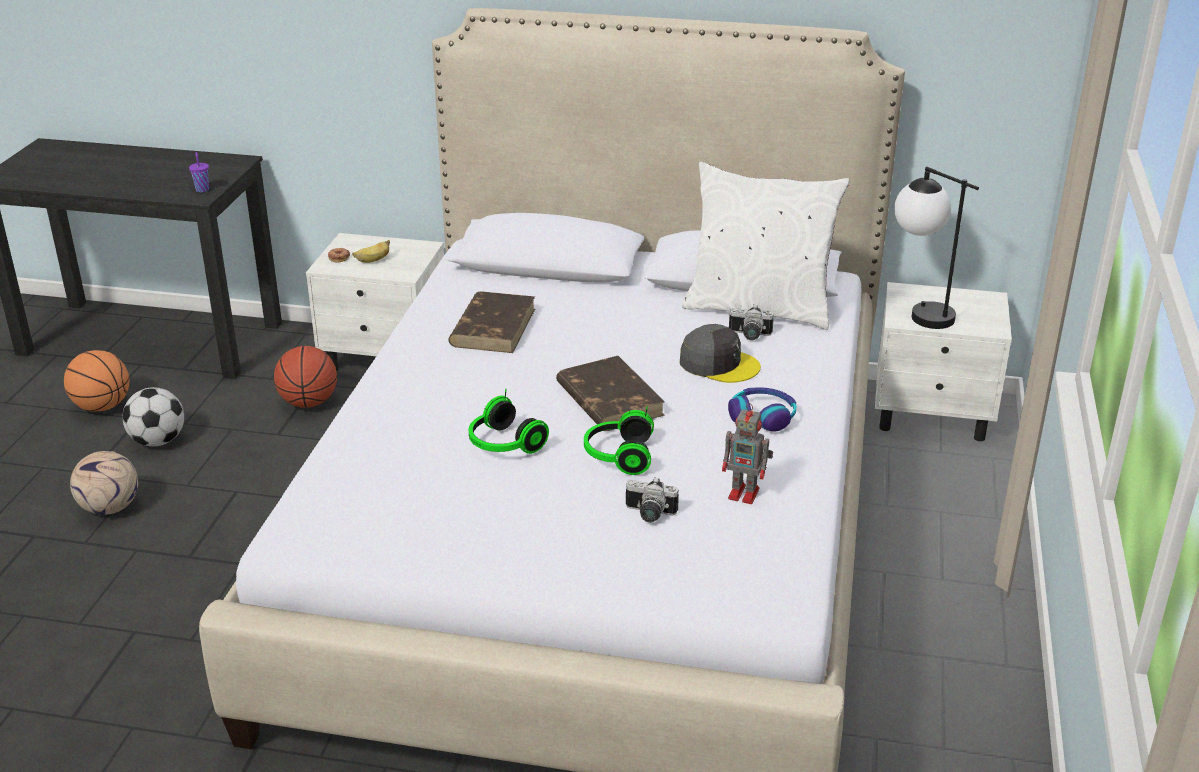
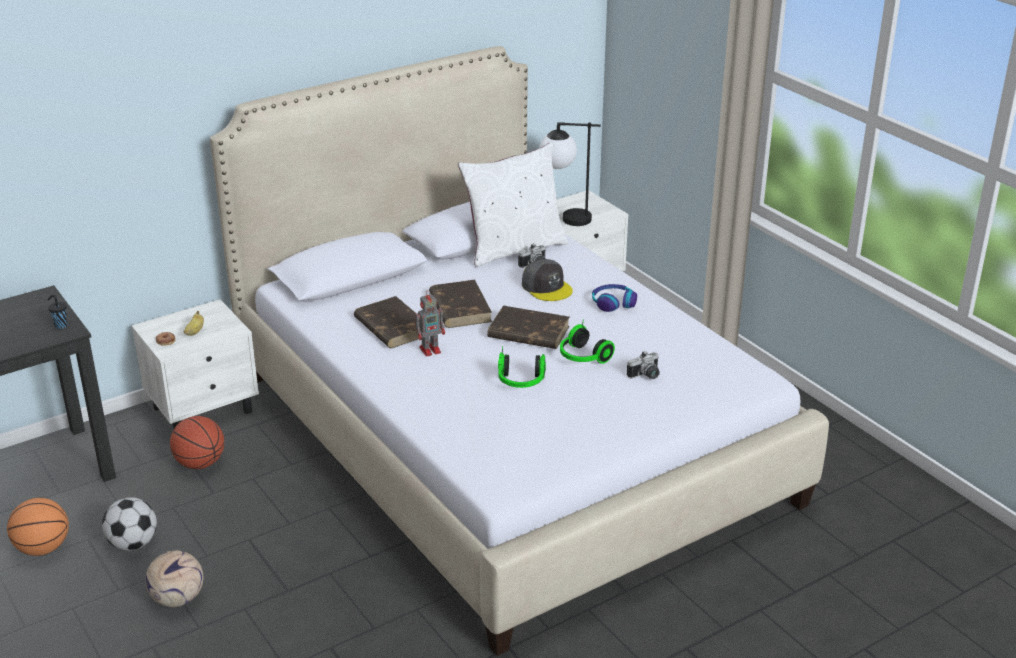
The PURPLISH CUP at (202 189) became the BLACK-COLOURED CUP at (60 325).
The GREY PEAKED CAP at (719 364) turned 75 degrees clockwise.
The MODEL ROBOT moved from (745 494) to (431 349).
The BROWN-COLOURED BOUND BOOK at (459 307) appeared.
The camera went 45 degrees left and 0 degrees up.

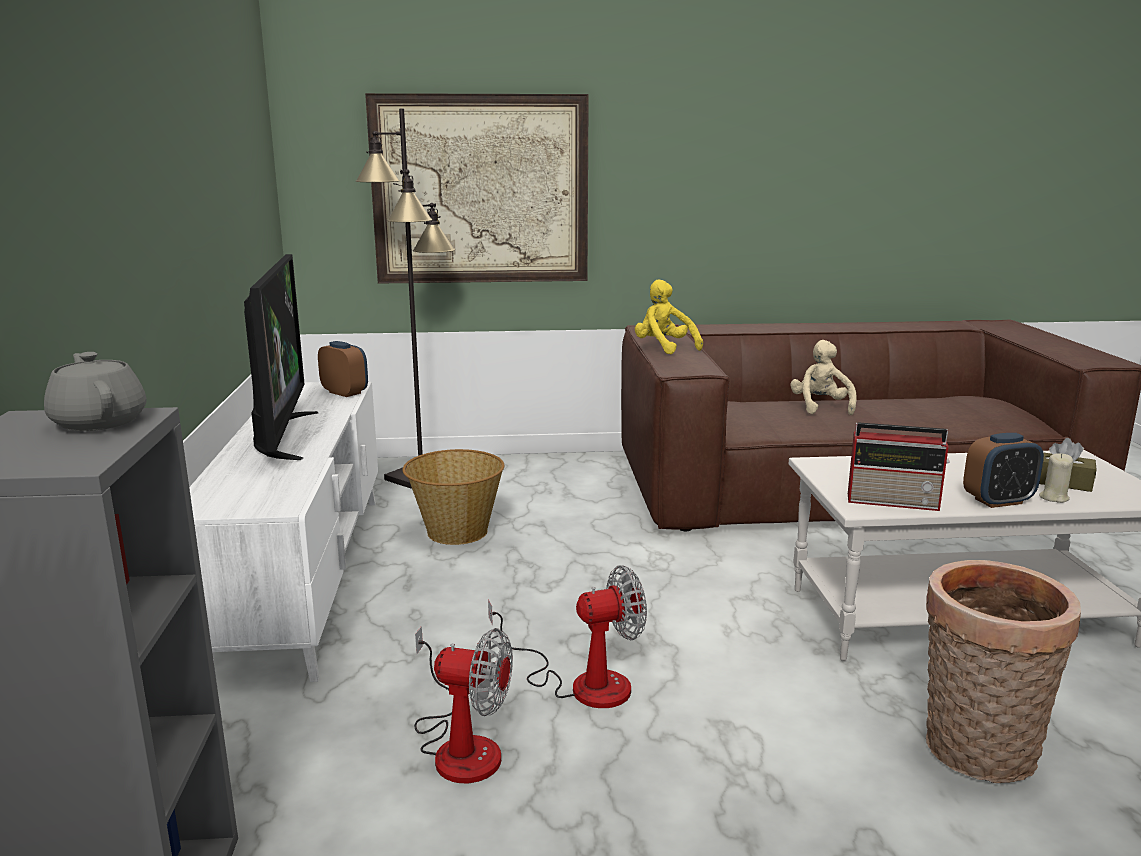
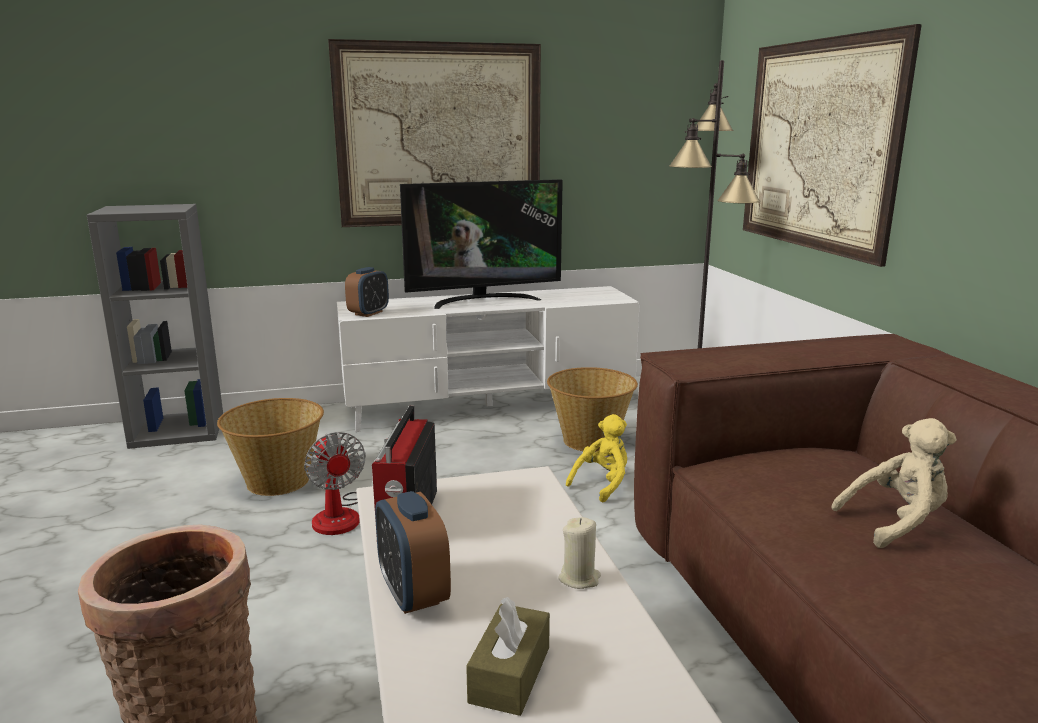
The GREY TEA POT at (99 421) disappeared.
The BEDSIDE CLOCK moved from (345 393) to (368 313).
The ELECTRIC FAN at (460 745) was replaced by the HOUSEHOLD BASKET at (278 481).
The YELLOW-COLOURED CUDDLY TOY moved from (664 348) to (602 484).
The BEIGE WAX CANDLE moved from (1053 497) to (579 578).
The WALL ART at (440 135) appeared.
The camera went 80 degrees right and 0 degrees up.

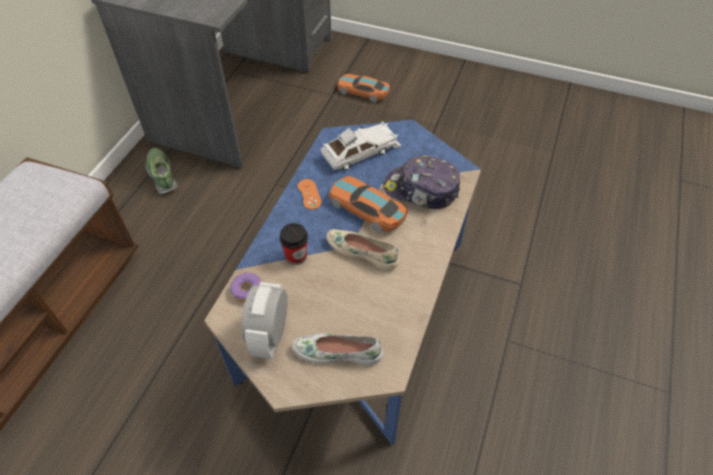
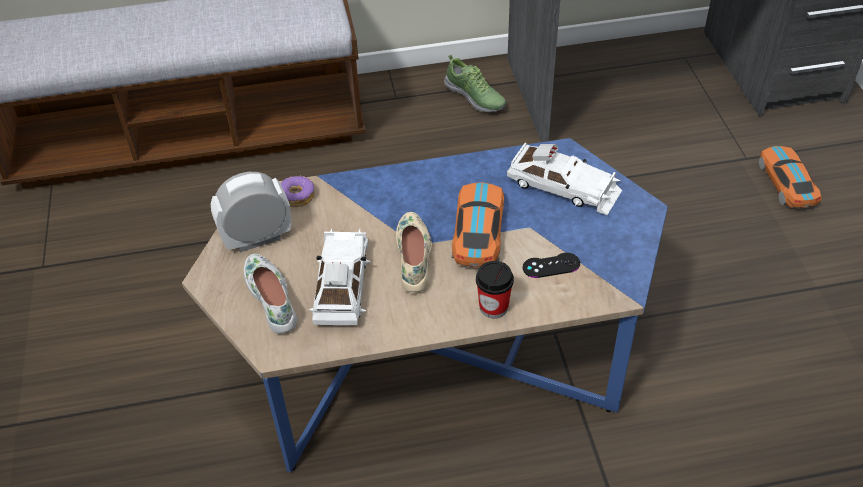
The SHOE at (162 174) turned 105 degrees clockwise.
The CUP moved from (296 256) to (493 307).
The ORANGE JOYPAD at (309 194) disappeared.
The PEAKED CAP at (421 190) was replaced by the BLACK-COLOURED JOYPAD at (551 265).
The WHITE-COLOURED TOY CAR at (342 284) appeared.
The camera went 60 degrees right and 5 degrees down.

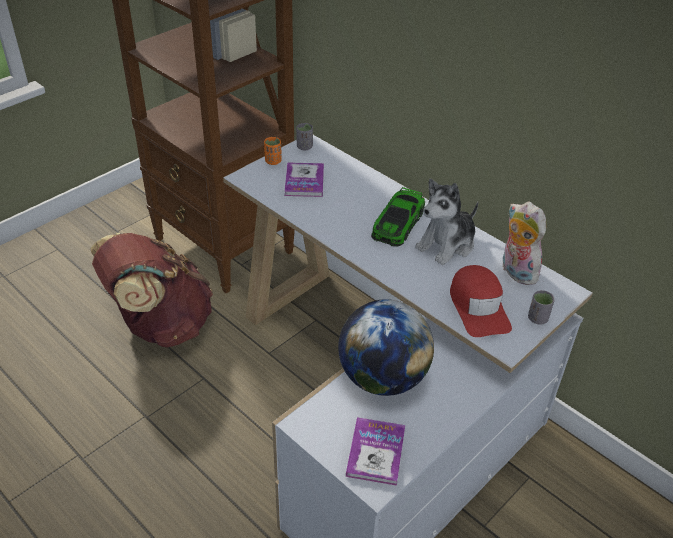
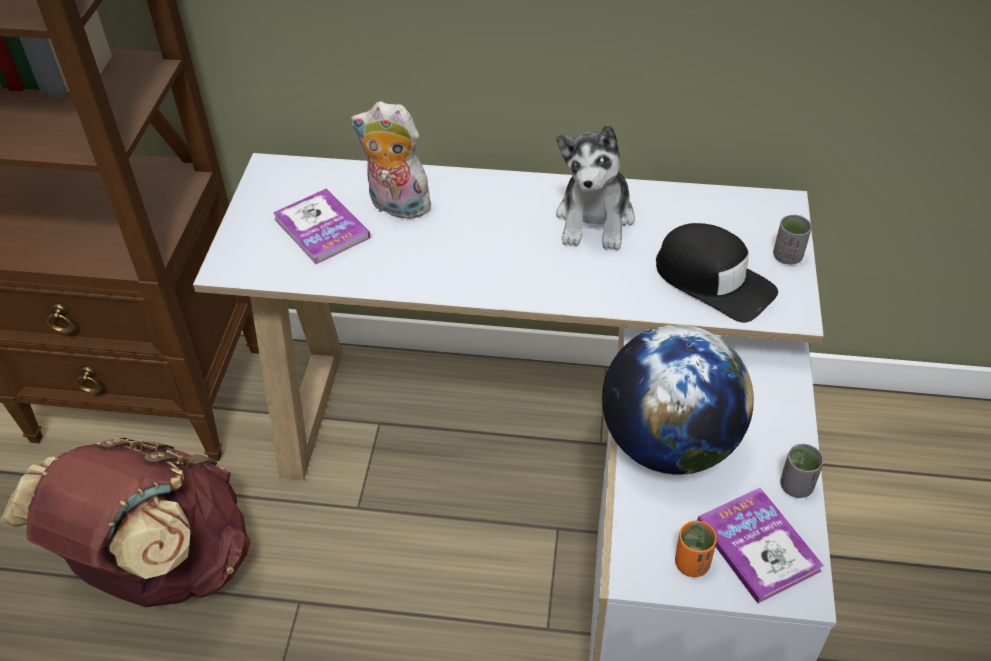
The ORANGE CUP moved from (273 161) to (691 563).
The GREY CUP moved from (304 147) to (796 486).
The TOY CAR at (398 223) disappeared.
The RED PEAKED CAP at (478 307) became the BLACK-COLOURED PEAKED CAP at (713 281).
The CUDDLY TOY moved from (515 272) to (396 206).
The camera went 35 degrees left and 5 degrees up.

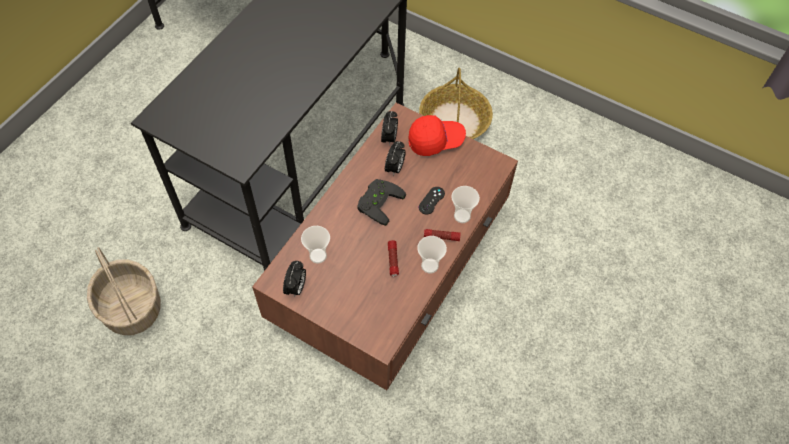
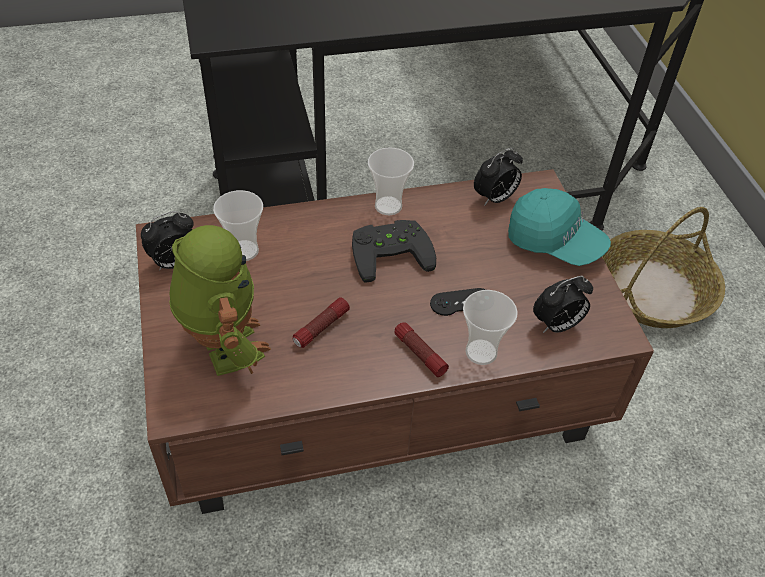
The HOUSEHOLD BASKET at (131 307) disappeared.
The BEDSIDE CLOCK moved from (395 168) to (556 325).
The RED PEAKED CAP at (435 140) became the TURQUOISE PEAKED CAP at (554 242).
The CUP moved from (429 265) to (388 206).
The MODEL ROBOT at (223 346) appeared.
The camera went 45 degrees right and 10 degrees down.

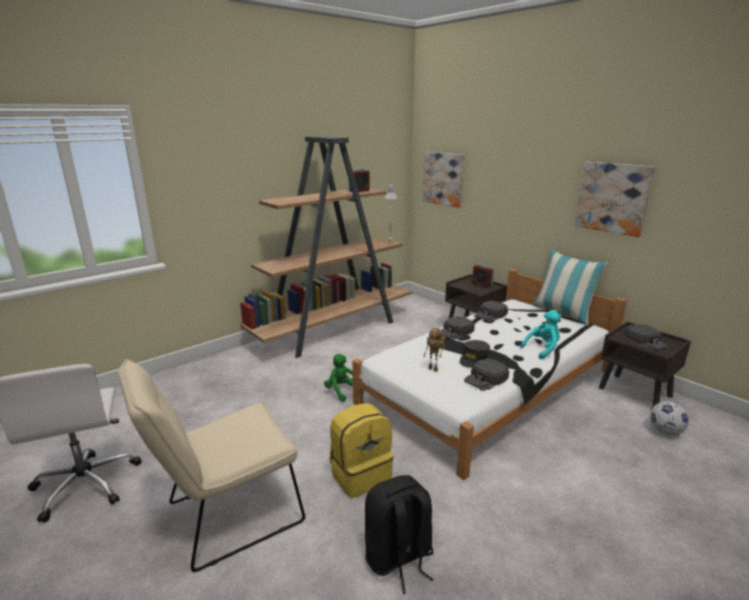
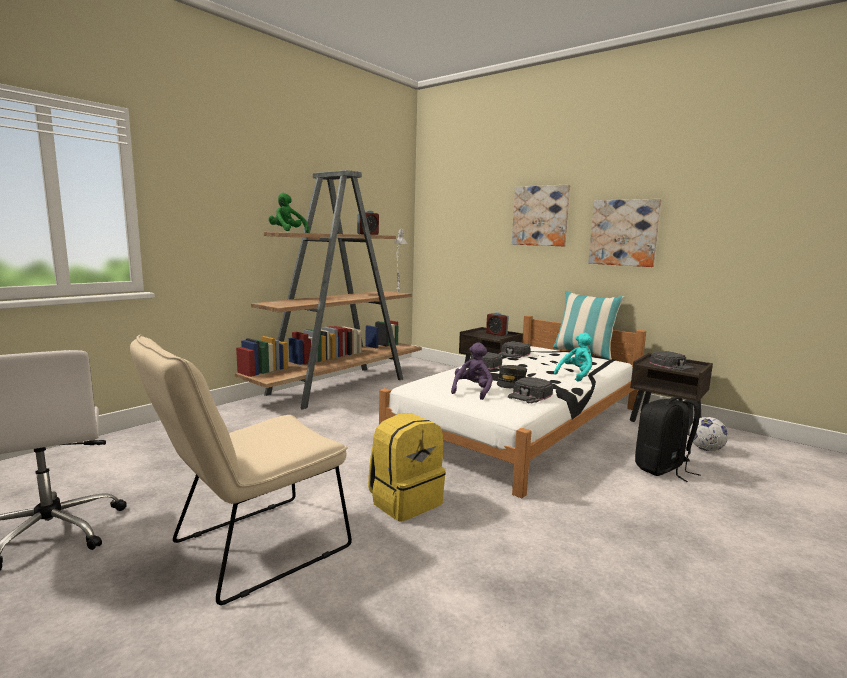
The GREEN-COLOURED CUDDLY TOY moved from (342 391) to (287 232).
The BLACK-COLOURED KNAPSACK moved from (399 558) to (662 469).
The WALL ART moved from (443 178) to (540 216).
The MODEL ROBOT at (434 369) was replaced by the PURPLISH CUDDLY TOY at (472 391).
The camera went 10 degrees left and 10 degrees down.

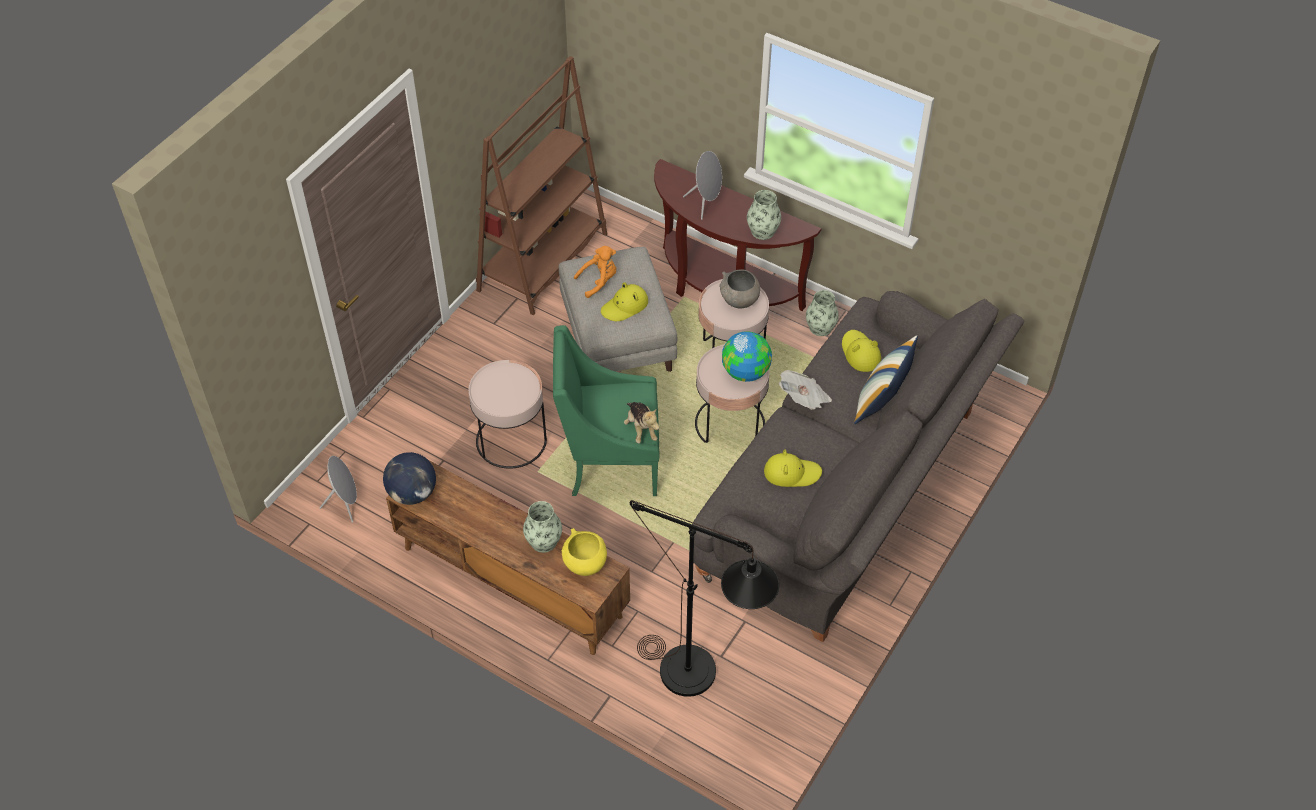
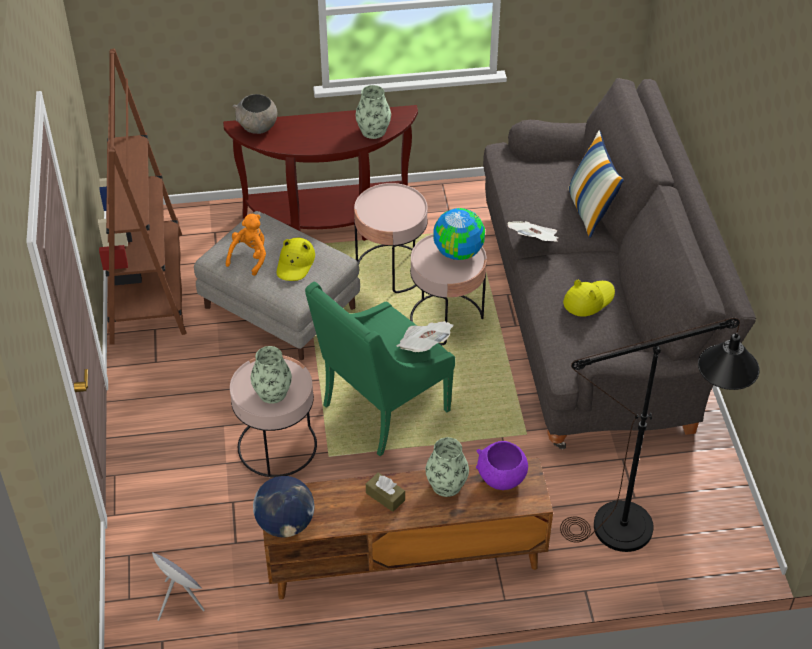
The YELLOW-COLOURED DEEP DISH at (585 564) became the PURPLISH DEEP DISH at (501 479).
The CUDDLY TOY at (641 429) was replaced by the NEWSPAPER at (424 346).
The GREY LOUDSPEAKER at (705 203) disappeared.
The GREY DEEP DISH moved from (739 301) to (257 128).
The FLOWER VASE moved from (820 327) to (272 392).
The YELLOW-COLOURED CLOTHING HAT at (860 353) disappeared.
The BROWN-COLOURED TISSUE BOX at (385 496) appeared.
The camera went 40 degrees left and 5 degrees down.

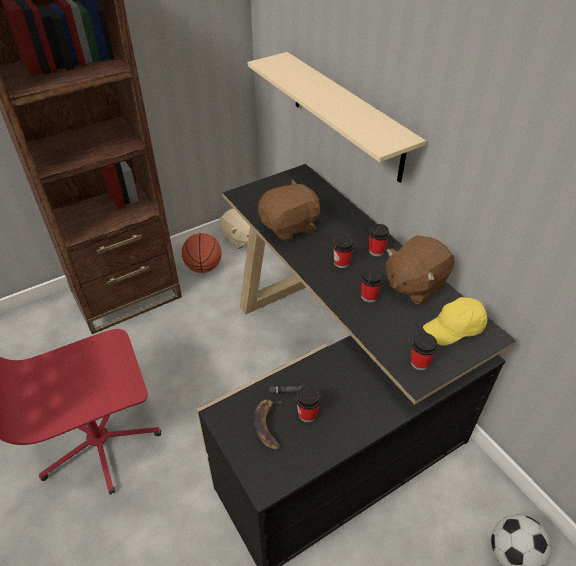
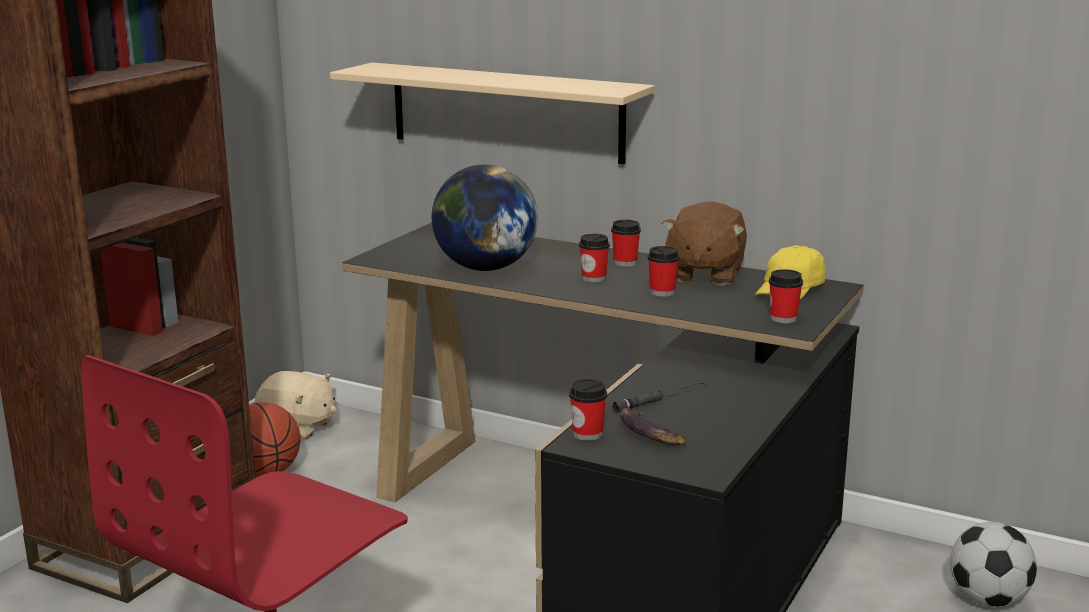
The BROWN-COLOURED CUDDLY TOY at (290 227) was replaced by the WORLD GLOBE at (485 268).
The CUP moved from (307 414) to (587 434).
The camera went 30 degrees left and 25 degrees down.

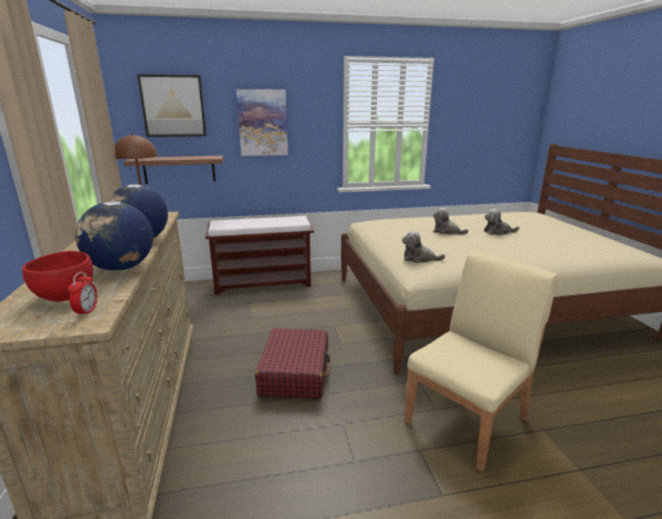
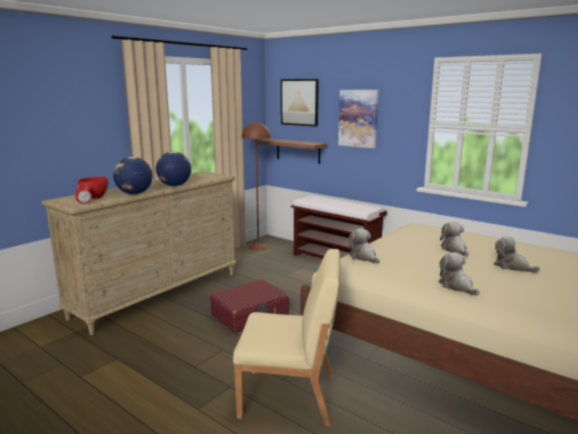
The CUDDLY TOY at (457 286) appeared.
The camera went 50 degrees right and 5 degrees down.

